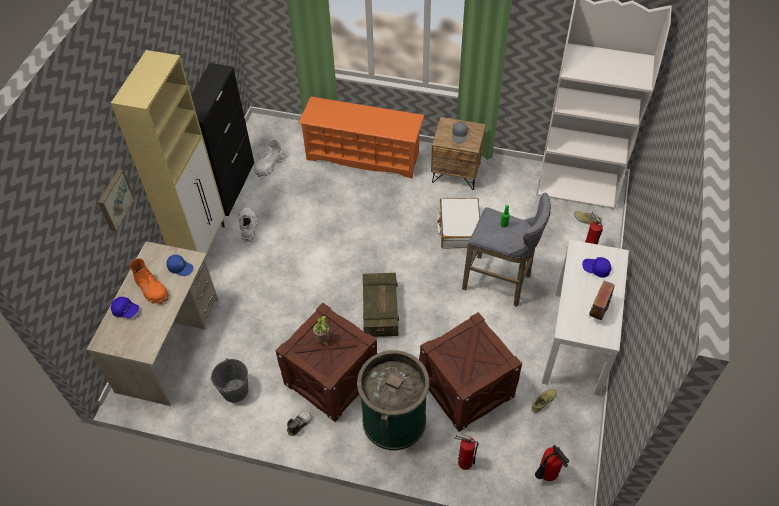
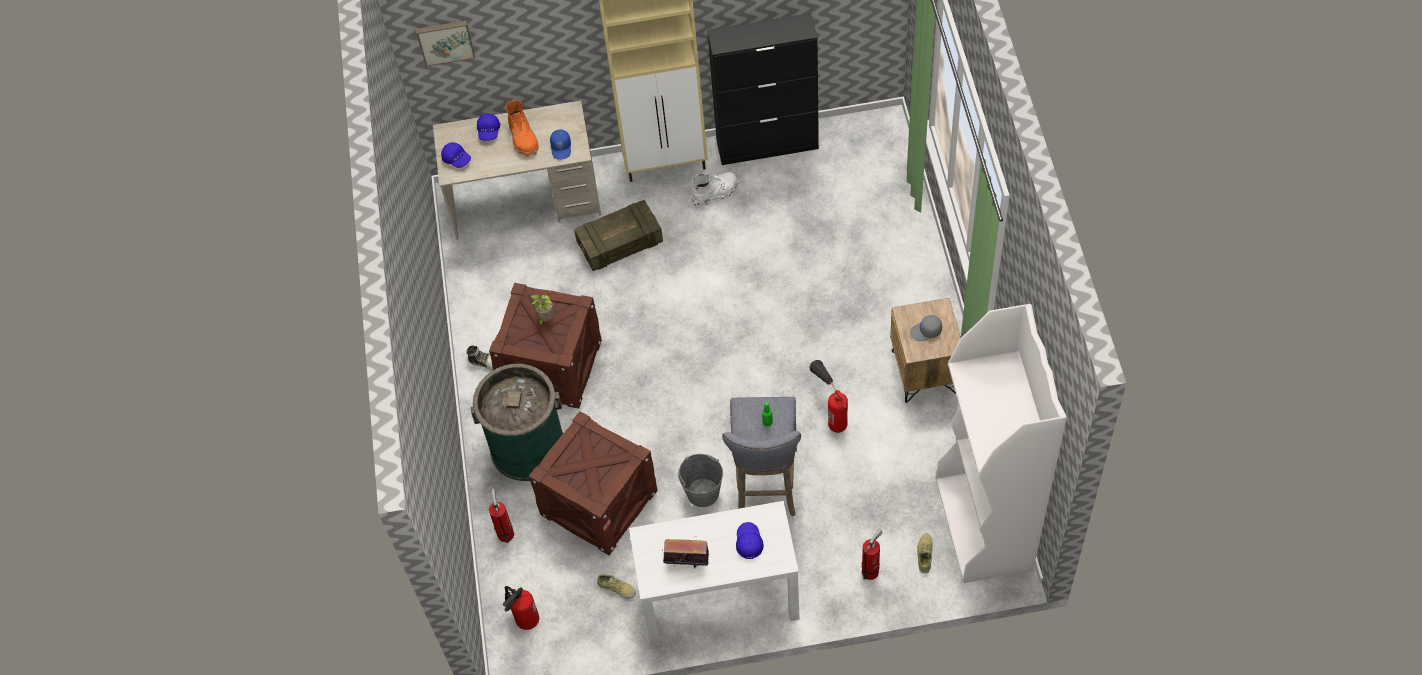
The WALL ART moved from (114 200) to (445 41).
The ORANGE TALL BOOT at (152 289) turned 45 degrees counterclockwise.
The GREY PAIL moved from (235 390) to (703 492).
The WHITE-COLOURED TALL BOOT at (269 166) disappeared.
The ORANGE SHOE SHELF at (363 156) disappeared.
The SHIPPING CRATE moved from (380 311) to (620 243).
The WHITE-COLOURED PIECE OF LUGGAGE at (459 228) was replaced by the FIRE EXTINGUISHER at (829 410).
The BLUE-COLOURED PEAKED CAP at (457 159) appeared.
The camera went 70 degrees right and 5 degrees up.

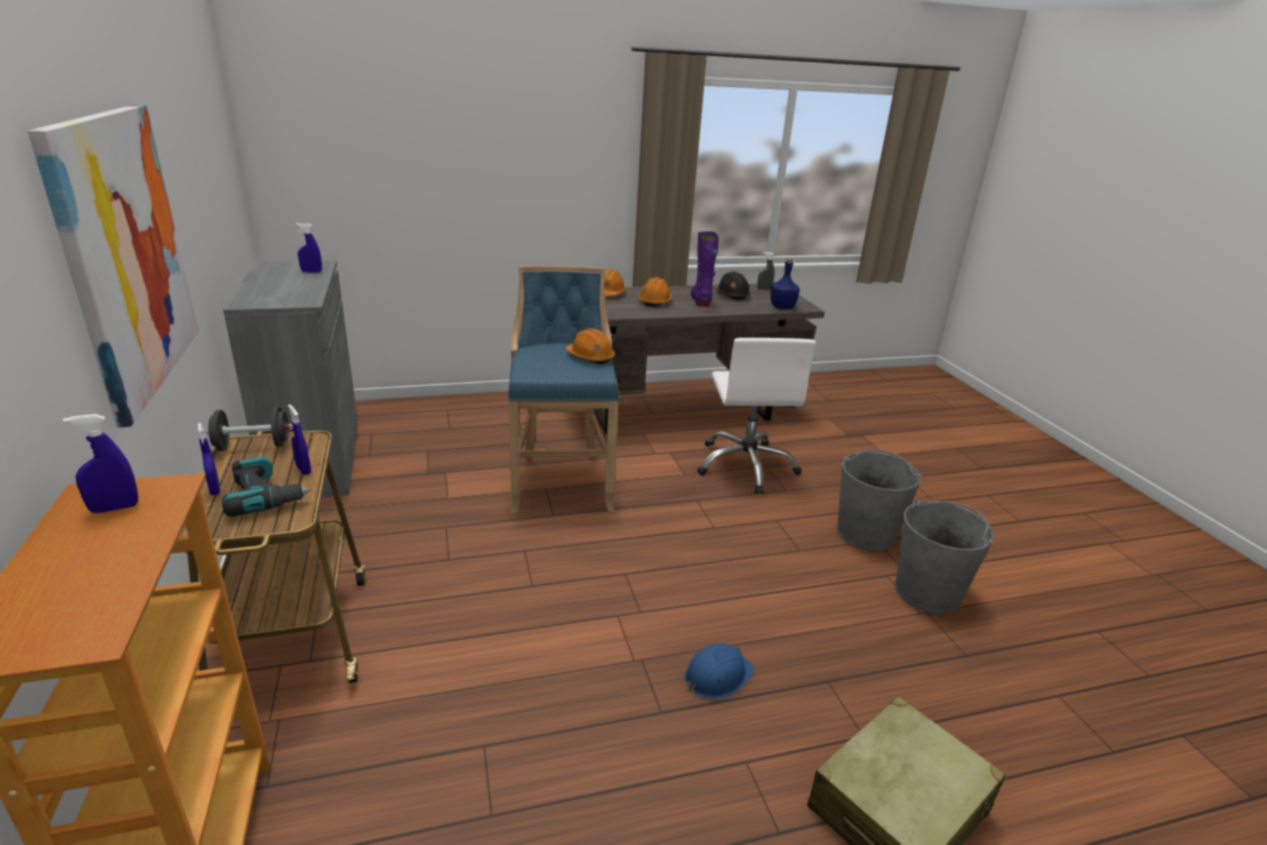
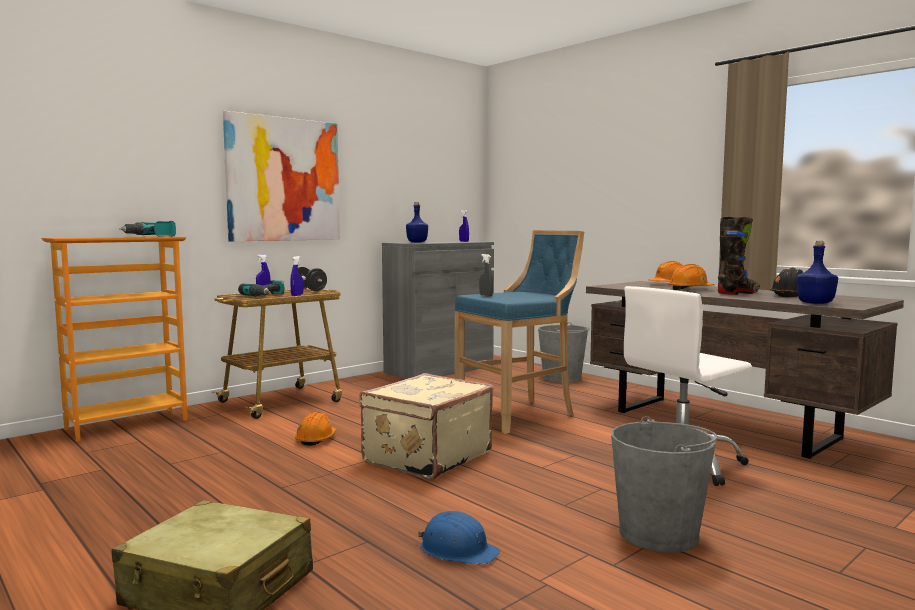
The BLUE-COLOURED SPRAY BOTTLE at (114 508) was replaced by the DRILL at (151 236).
The ORANGE SAFETY HELMET moved from (590 357) to (316 439).
The BLUE-COLOURED SAFETY HELMET moved from (717 676) to (458 550).
The PURPLISH TALL BOOT at (700 300) became the BLACK-COLOURED TALL BOOT at (738 293).
The GREY SPRAY BOTTLE moved from (764 289) to (486 296).
The GREY PAIL moved from (927 592) to (562 378).
The BEIGE PIECE OF LUGGAGE at (425 457) appeared.
The BLUE-COLOURED BOTTLE at (417 242) appeared.
The camera went 65 degrees right and 20 degrees down.

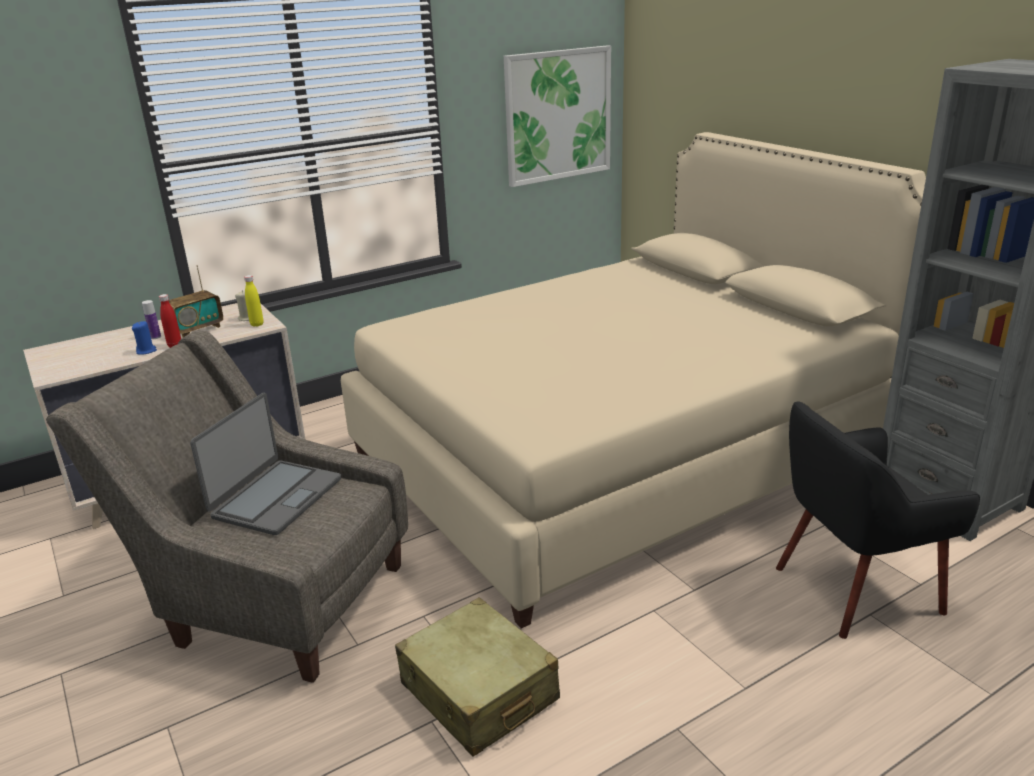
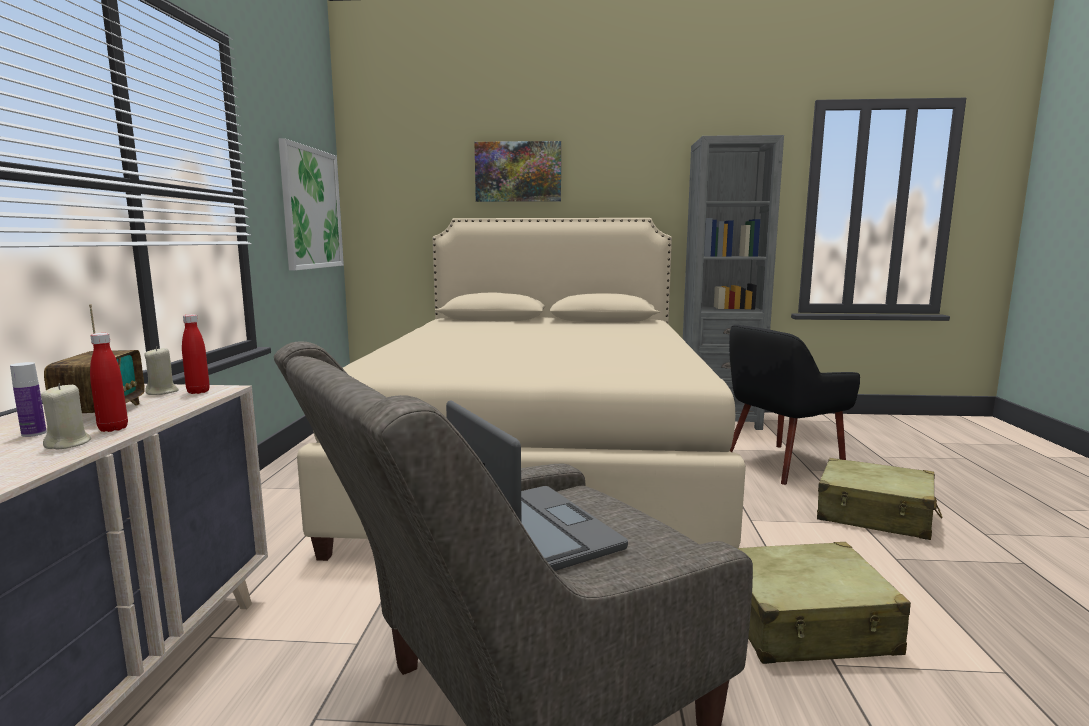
The BLUE-COLOURED WAX CANDLE at (146 351) became the BEIGE WAX CANDLE at (68 444).
The YELLOW-COLOURED BOTTLE at (257 324) became the RED BOTTLE at (198 392).
The BLACK-COLOURED LOUNGE CHAIR at (854 588) turned 45 degrees clockwise.
The WALL ART at (518 172) appeared.
The BEIGE PIECE OF LUGGAGE at (874 515) appeared.
The camera went 55 degrees left and 15 degrees down.

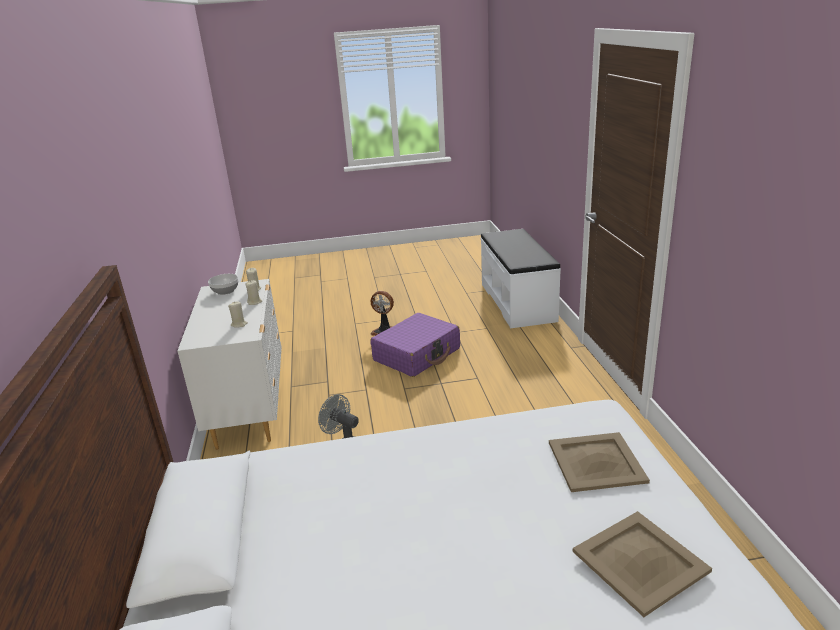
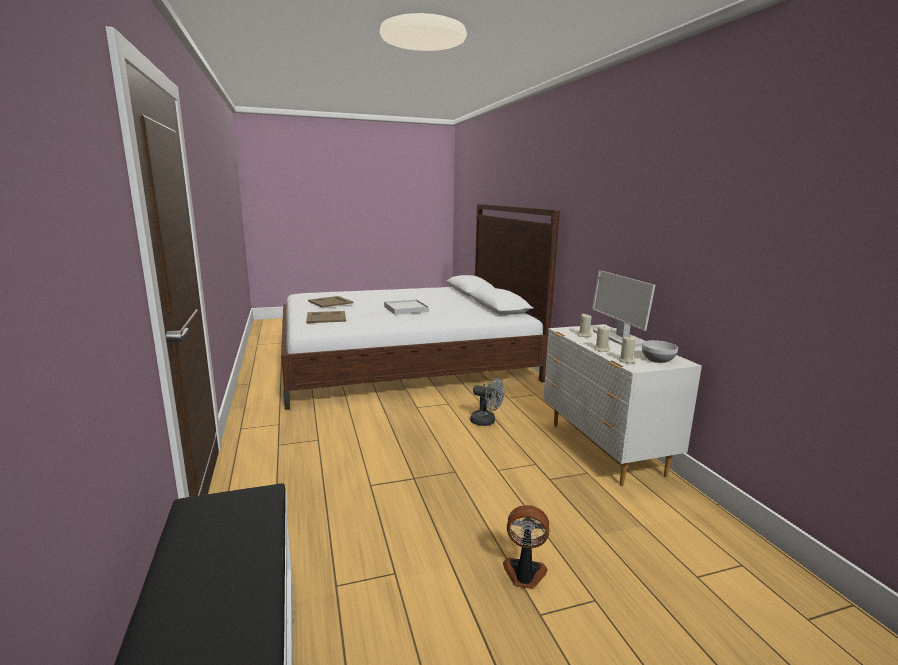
The PURPLISH PIECE OF LUGGAGE at (417 354) disappeared.
The WHITE-COLOURED TRAY at (406 309) appeared.
The COMPUTER SCREEN at (619 338) appeared.
The camera went 170 degrees right and 10 degrees down.

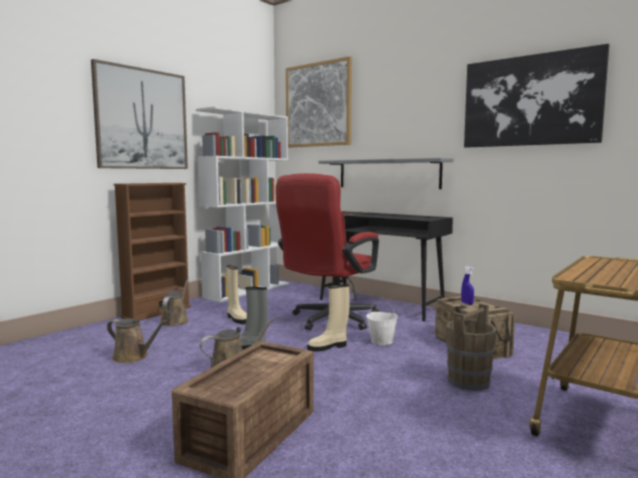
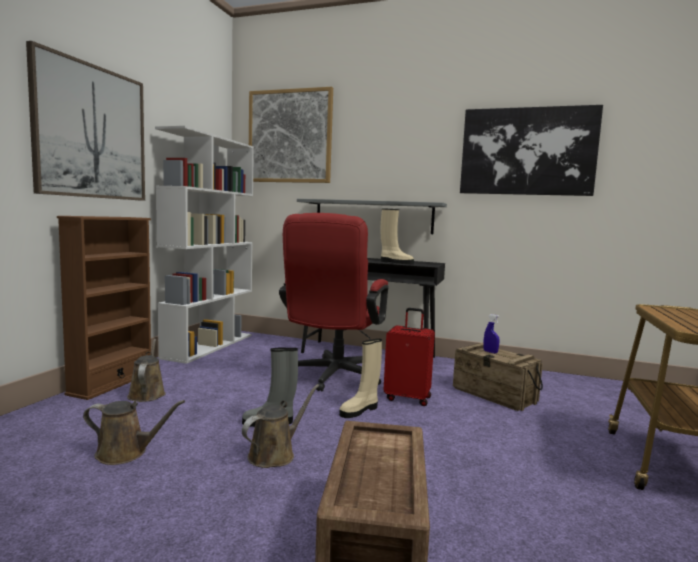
The BEIGE TALL BOOT moved from (237 319) to (395 262).
The WHITE-COLOURED PAIL at (381 341) was replaced by the RED PIECE OF LUGGAGE at (408 398).
The BROWN-COLOURED PAIL at (469 381) disappeared.
The camera went 20 degrees left and 0 degrees up.

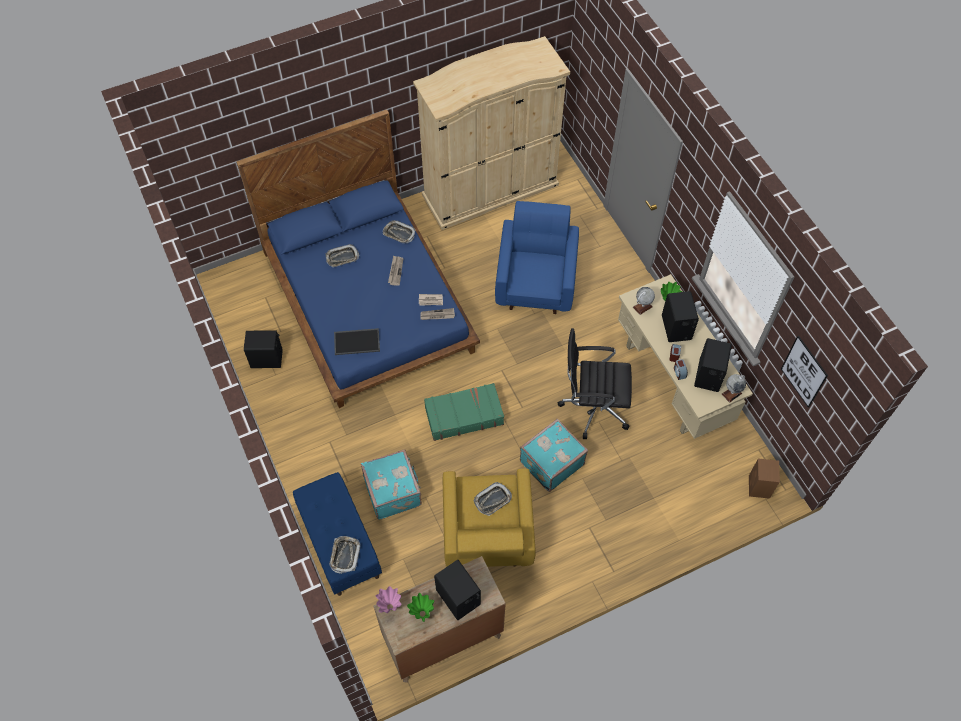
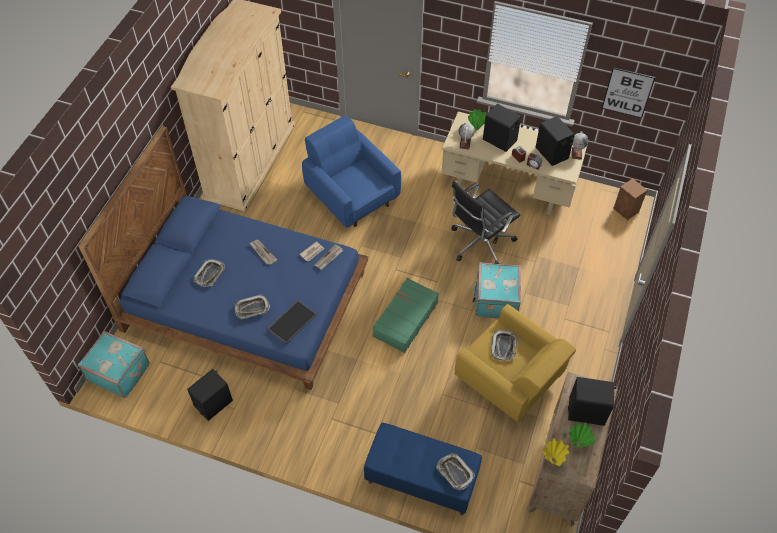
The TURQUOISE PIECE OF LUGGAGE moved from (393 491) to (119 371).
The PINK FLOWER VASE at (390 606) became the YELLOW-COLOURED FLOWER VASE at (553 460).
The TRAY moved from (399 233) to (252 308).
The camera went 45 degrees left and 5 degrees down.

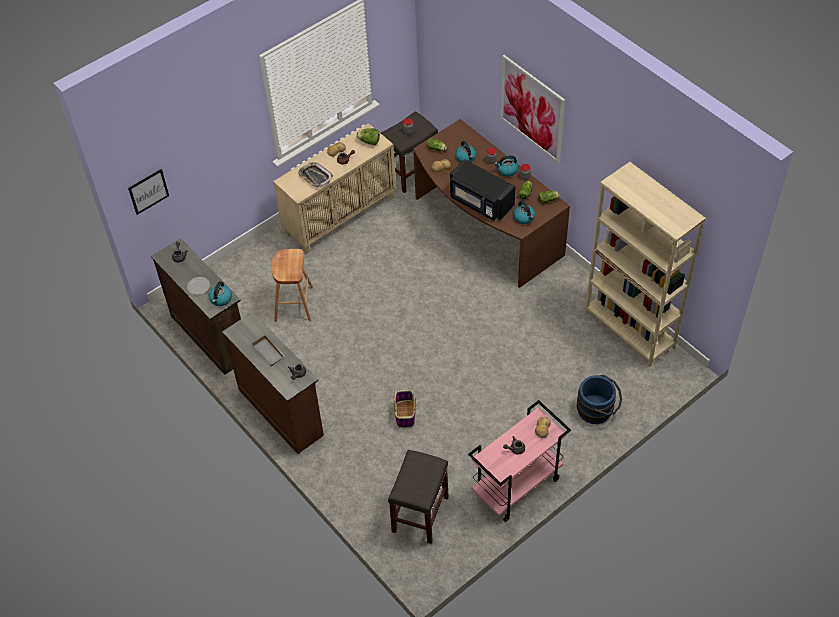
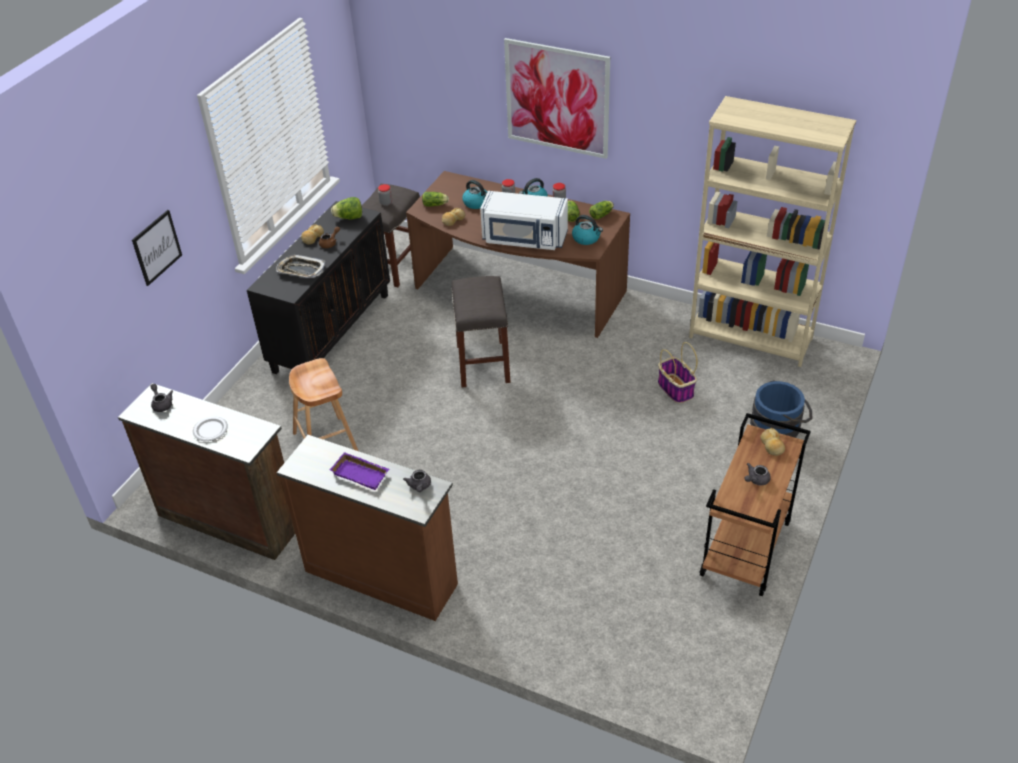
The WALL ART moved from (148 191) to (157 247).
The TEA KETTLE at (221 299) disappeared.
The GREY TRAY at (269 352) became the PURPLISH TRAY at (361 473).
The BEIGE CUPBOARD at (340 215) became the BLACK-COLOURED CUPBOARD at (331 332).
The GREY STOOL SEAT moved from (420 513) to (482 363).
The HOUSEHOLD BASKET moved from (405 413) to (675 389).
The BLACK-COLOURED MICROWAVE at (480 202) became the WHITE-COLOURED MICROWAVE at (524 239).
The PINK TROLLEY at (516 487) became the BROWN-COLOURED TROLLEY at (746 550).
The camera went 25 degrees left and 10 degrees down.

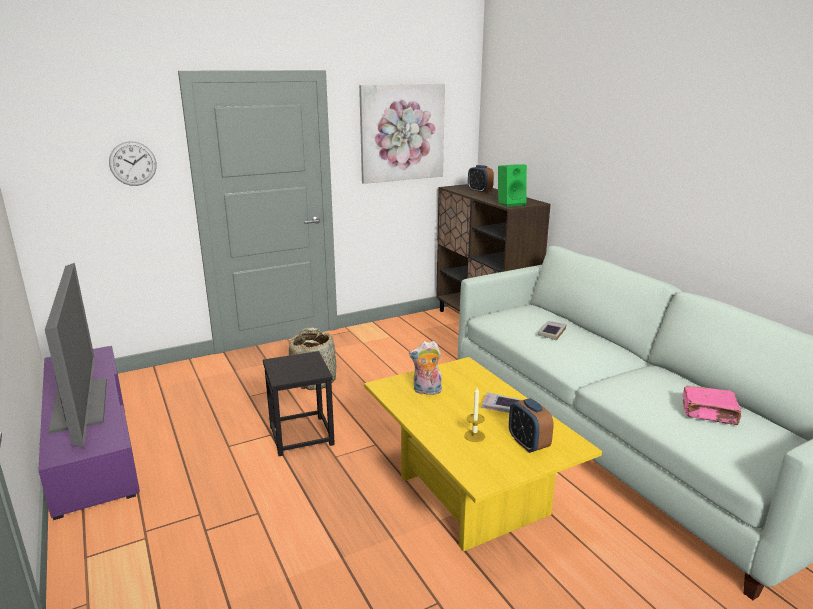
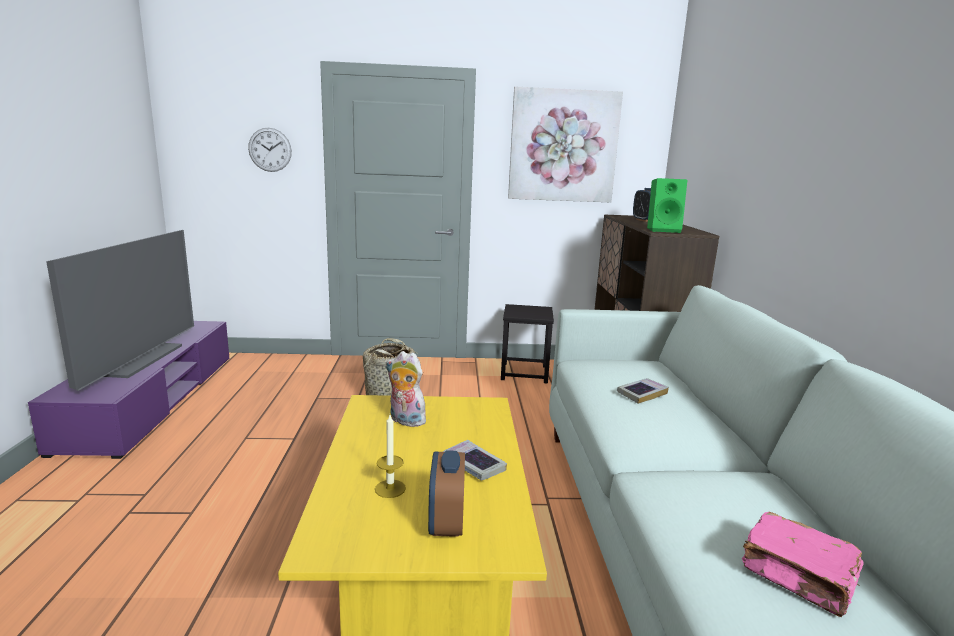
The BLACK-COLOURED STOOL SEAT moved from (302 435) to (525 373).
The camera went 25 degrees right and 5 degrees down.

